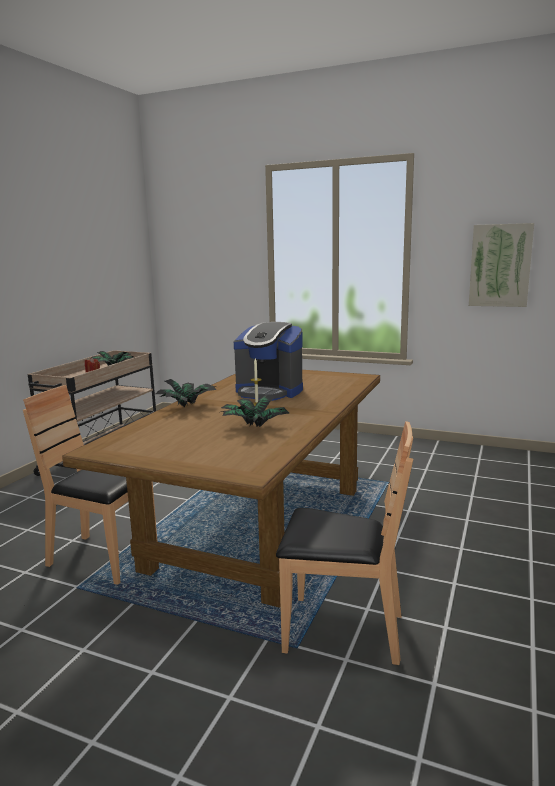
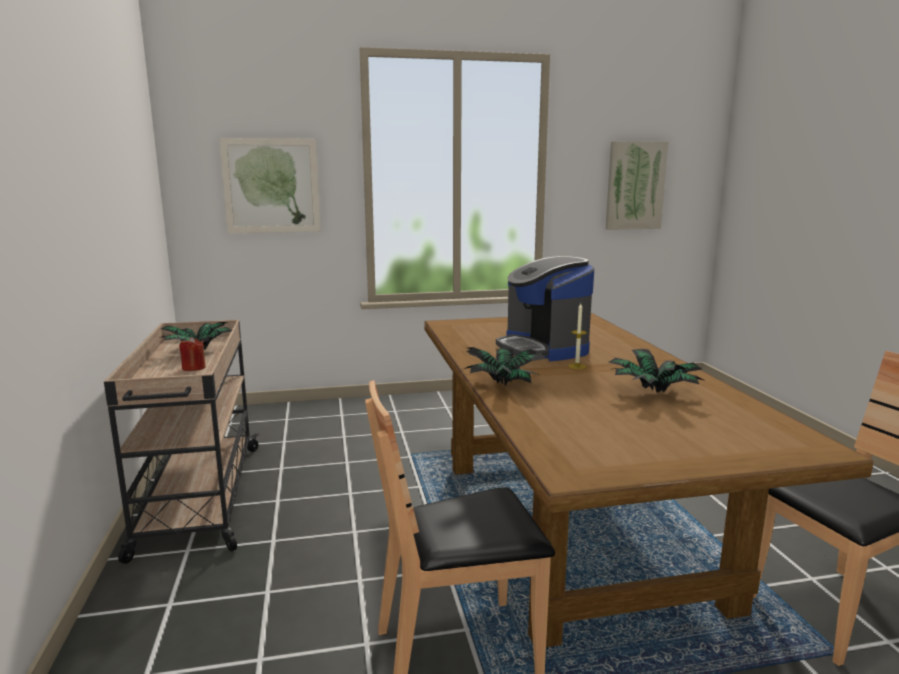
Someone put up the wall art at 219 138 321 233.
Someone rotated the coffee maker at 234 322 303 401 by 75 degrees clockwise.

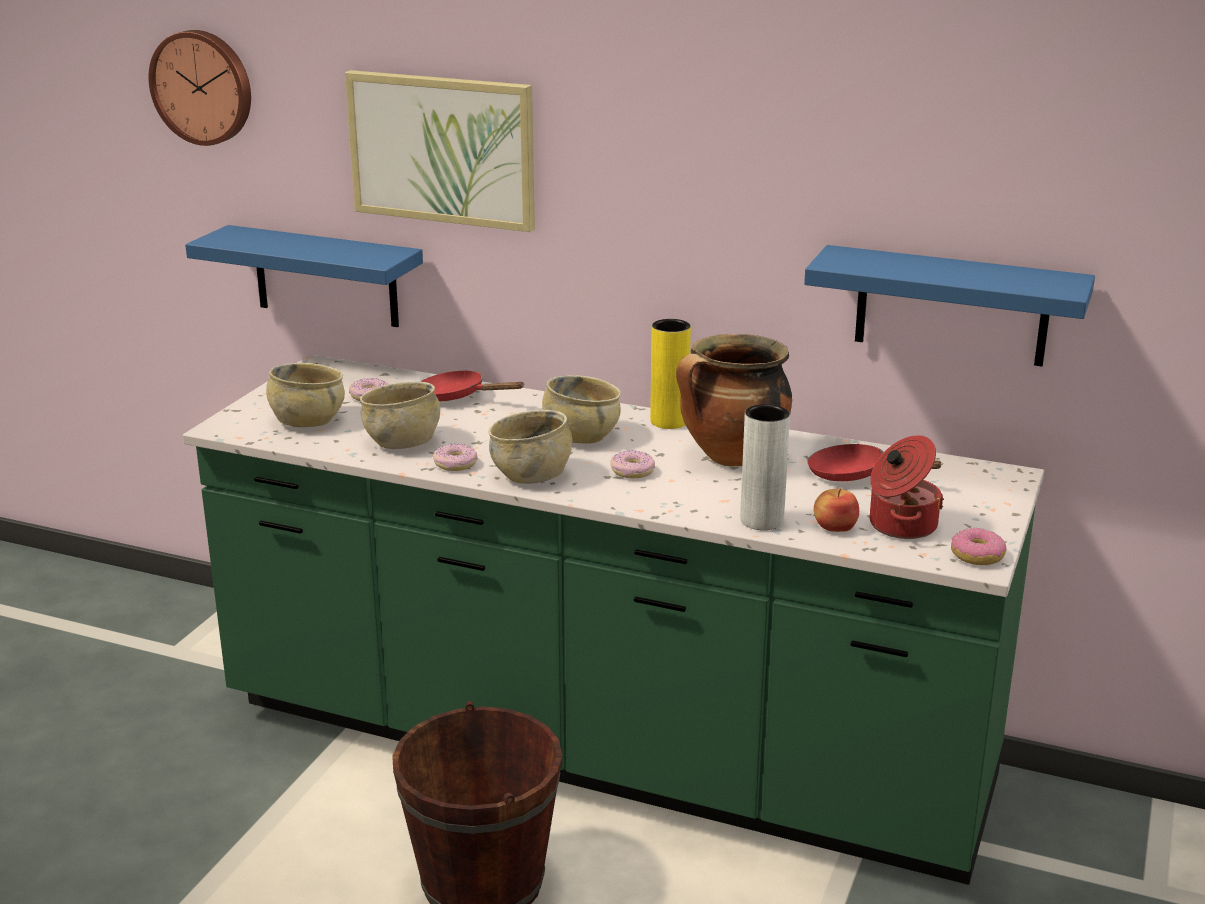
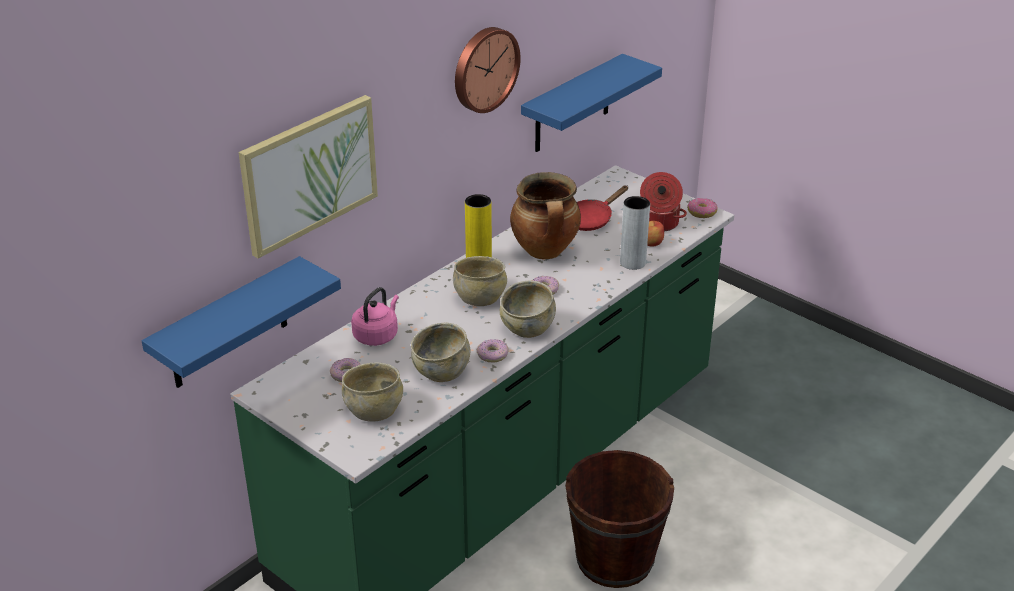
Someone swapped the skillet (red-coloured) at 420 370 525 402 for the tea kettle (pink-coloured) at 351 287 399 346.
Someone carried the wall clock from 149 30 251 146 to 455 27 521 113.

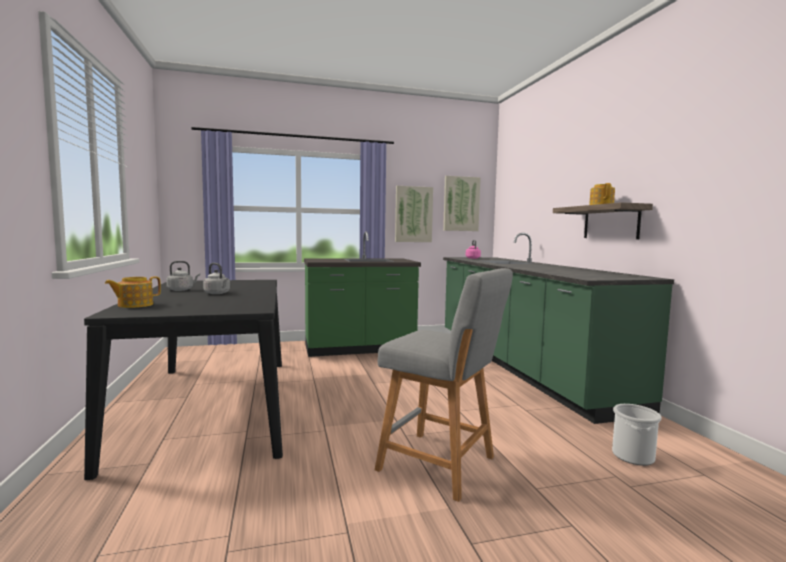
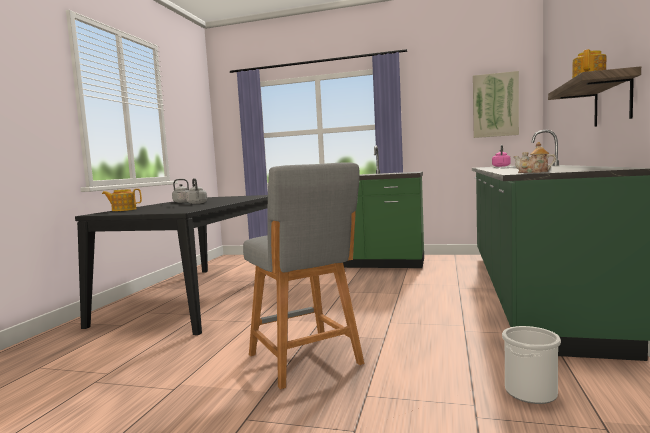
Someone put down the tea pot at 513 142 556 173.
Someone took away the wall art at 395 186 433 242.

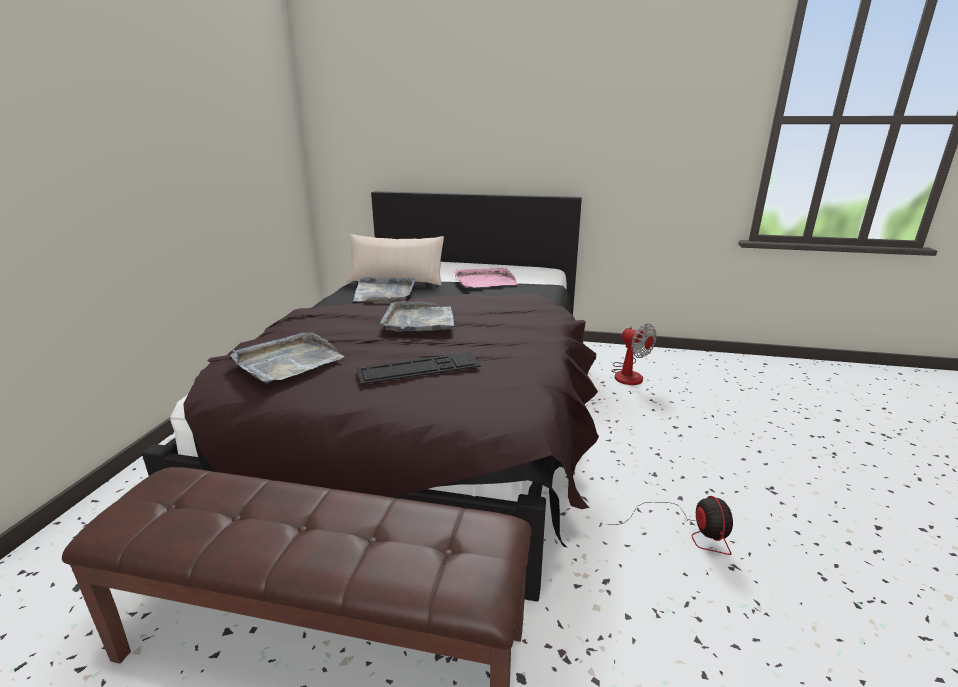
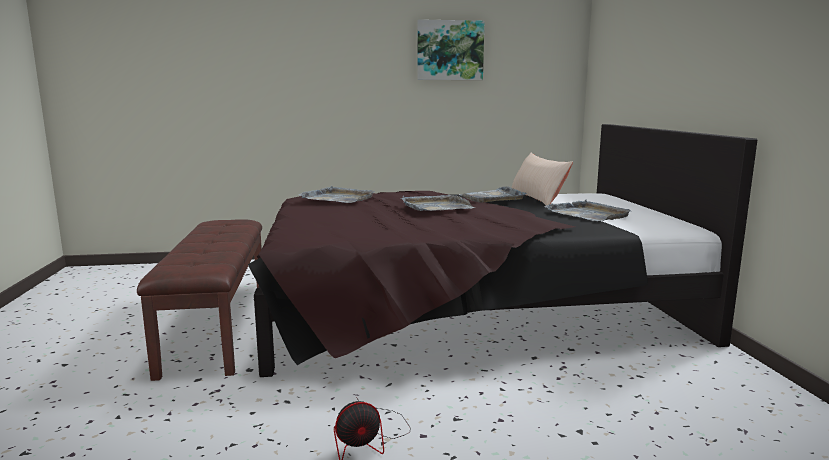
Someone put up the wall art at 417 19 484 80.
Someone repainted the serving tray (pink-coloured) at 454 268 518 288, which became the serving tray (gray) at 544 200 630 221.
Someone took away the computer keyboard at 357 352 481 384.
Someone took away the electric fan at 611 324 656 385.

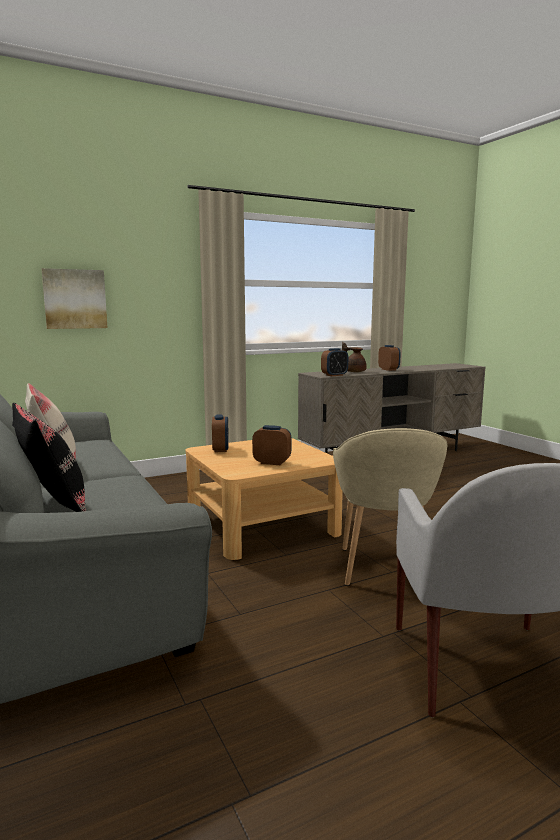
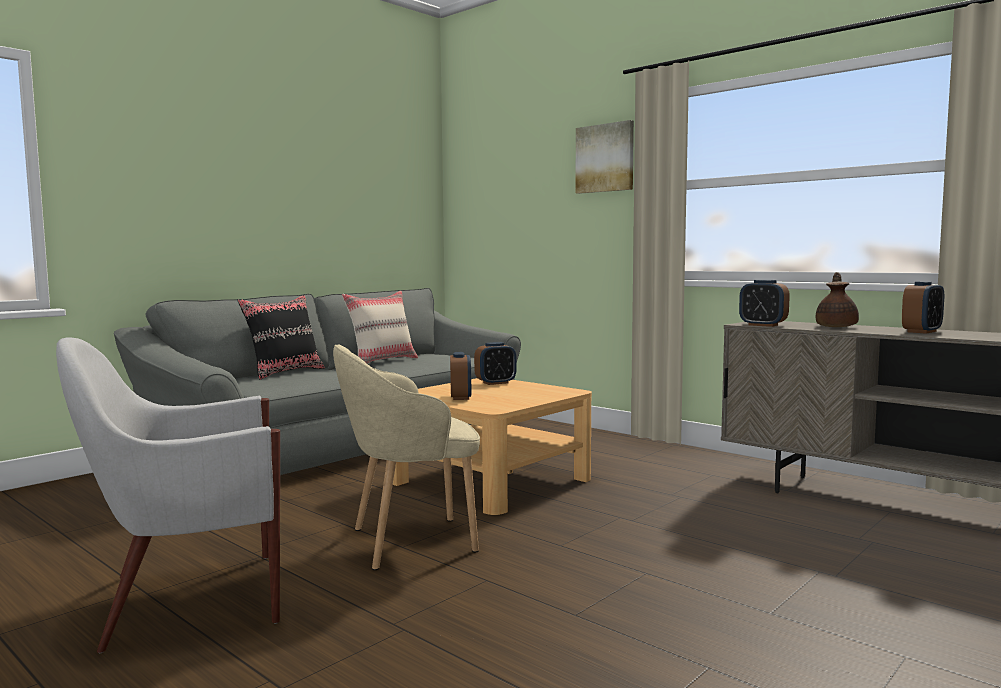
Someone carried the wall art from 42 268 107 329 to 575 120 634 194.

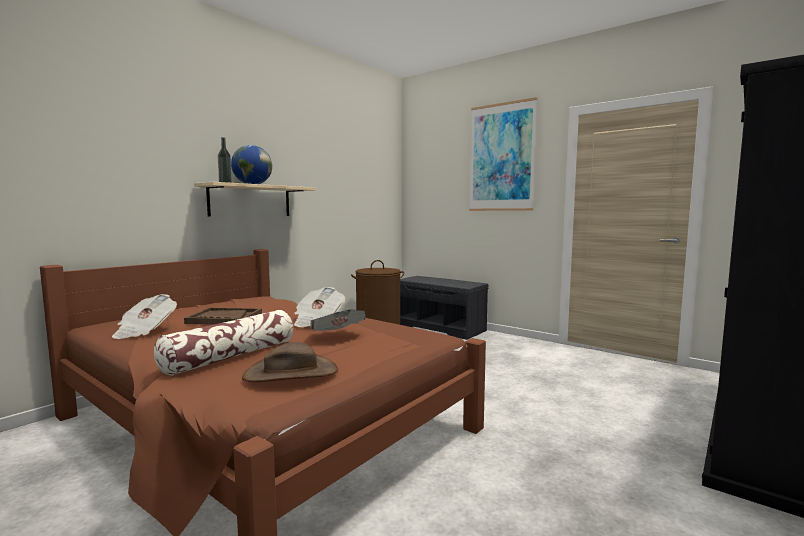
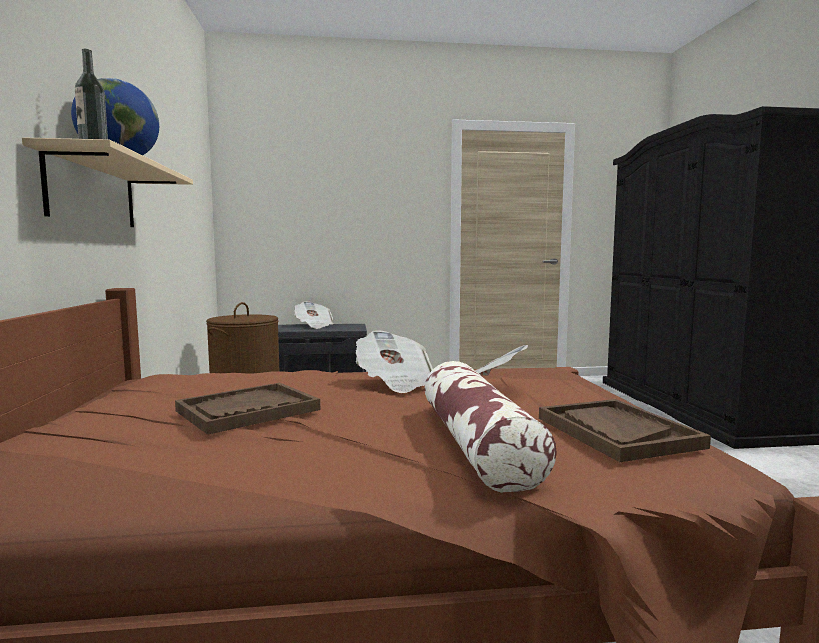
Someone carried the printed paper from 112 294 177 339 to 294 301 334 329.
Someone swapped the hat (brown) at 242 342 338 382 for the serving tray (brown) at 539 399 711 462.
Someone took away the wall art at 469 97 537 211.

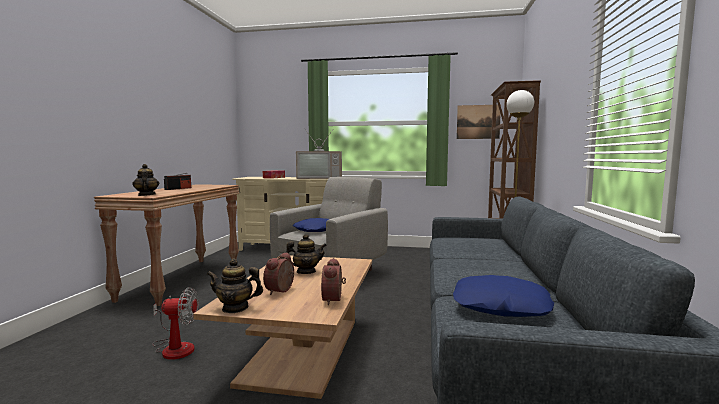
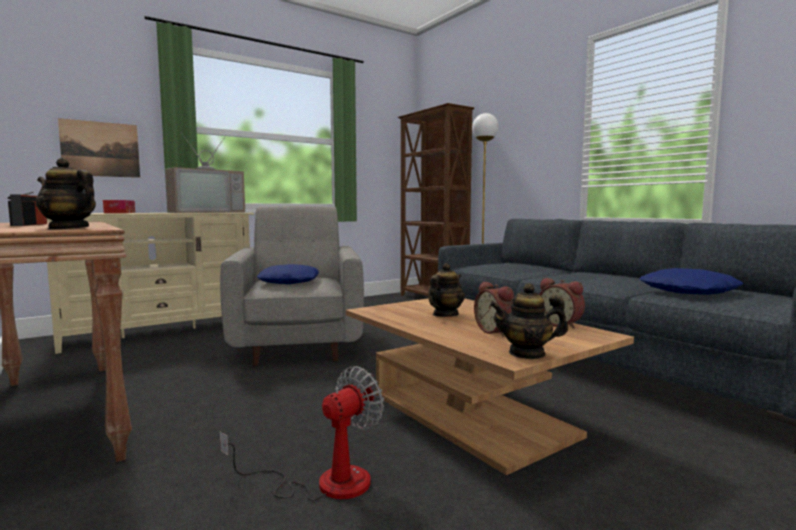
Someone carried the wall art from 457 105 501 139 to 58 118 140 178.
Someone rotated the tea pot at 207 259 263 313 by 45 degrees clockwise.

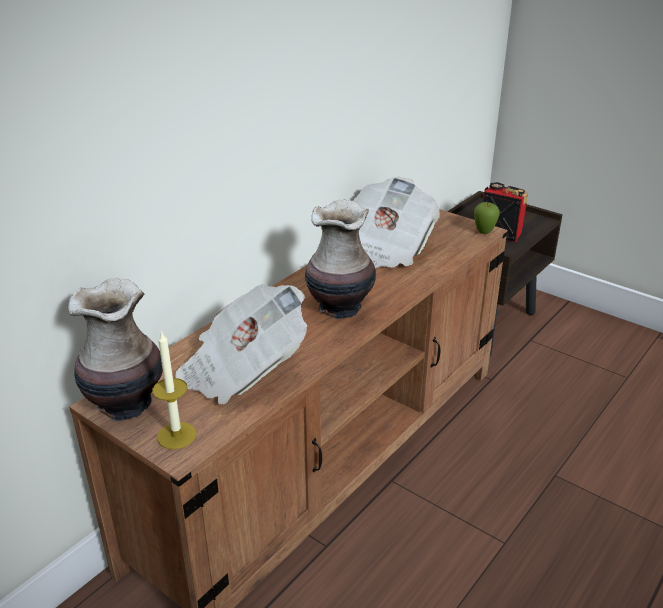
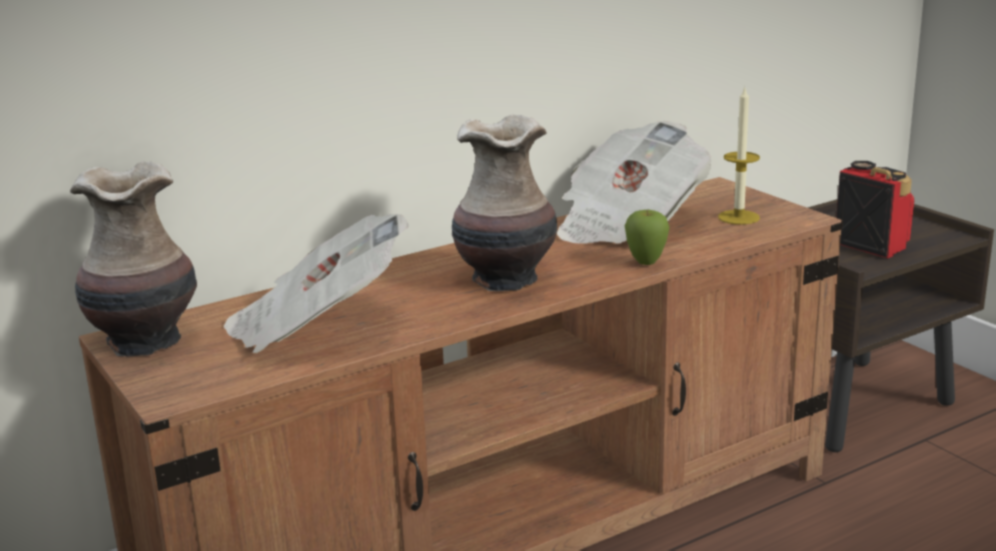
Someone carried the apple fruit from 474 202 500 234 to 625 210 670 265.
Someone carried the candle from 153 330 196 449 to 718 88 760 225.

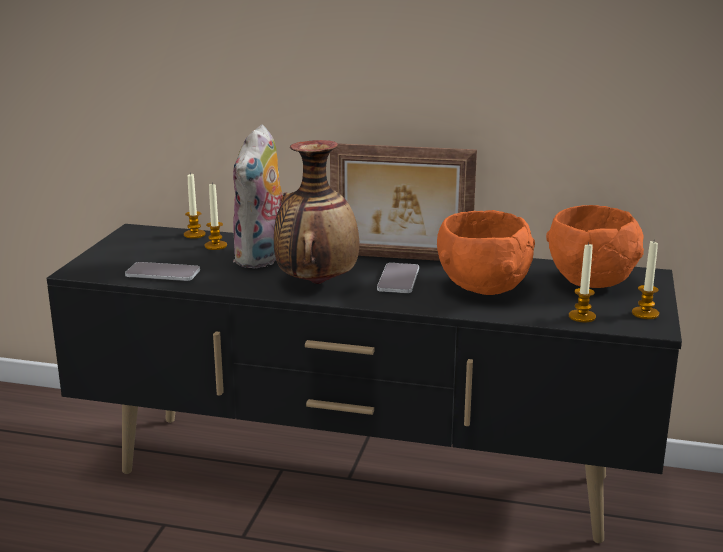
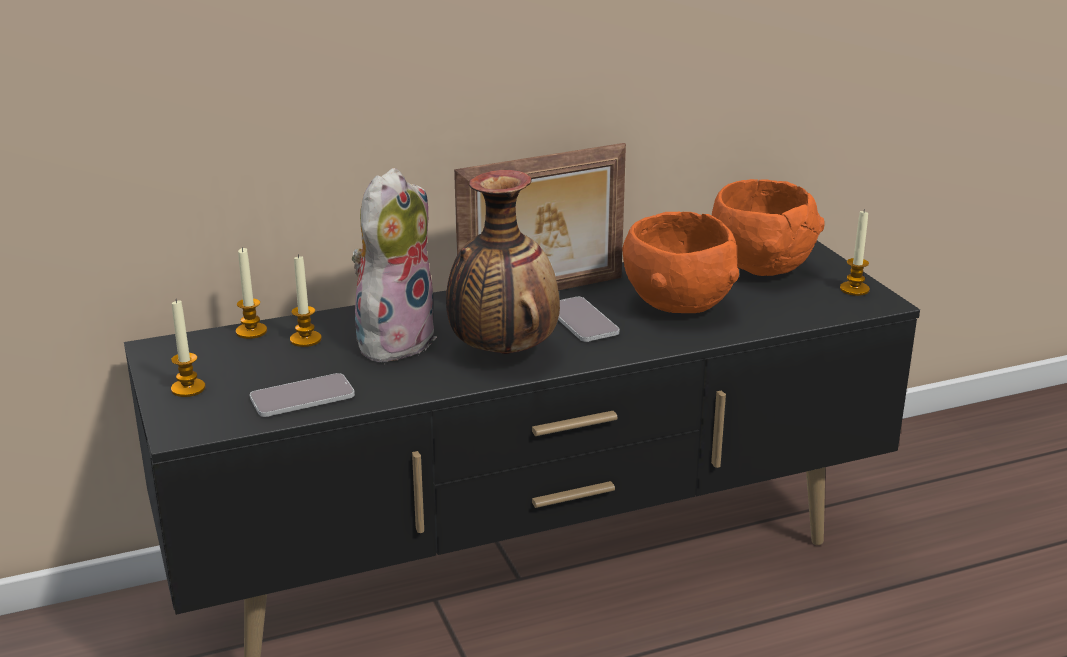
Someone carried the candle from 569 243 596 323 to 171 300 205 397.
Someone rotated the cuddly toy at 233 124 284 269 by 135 degrees counterclockwise.

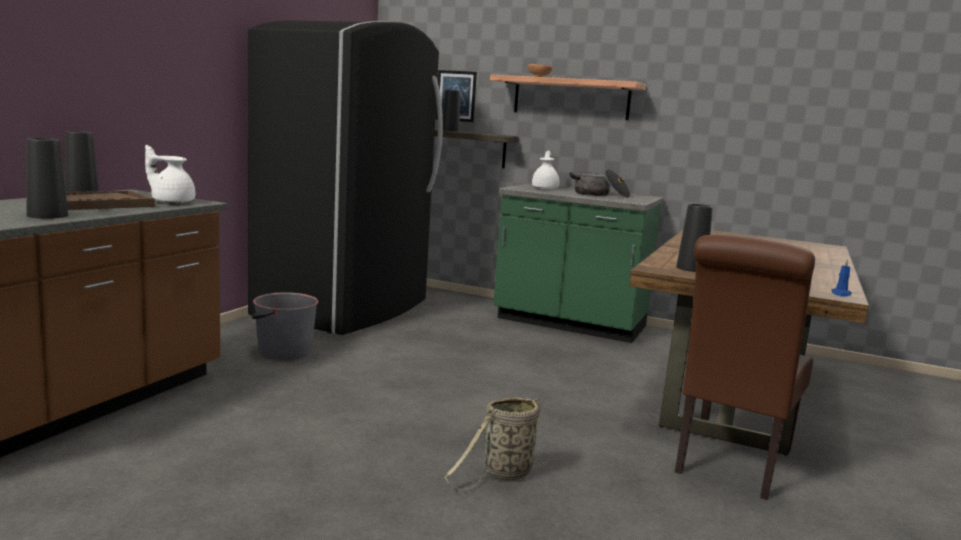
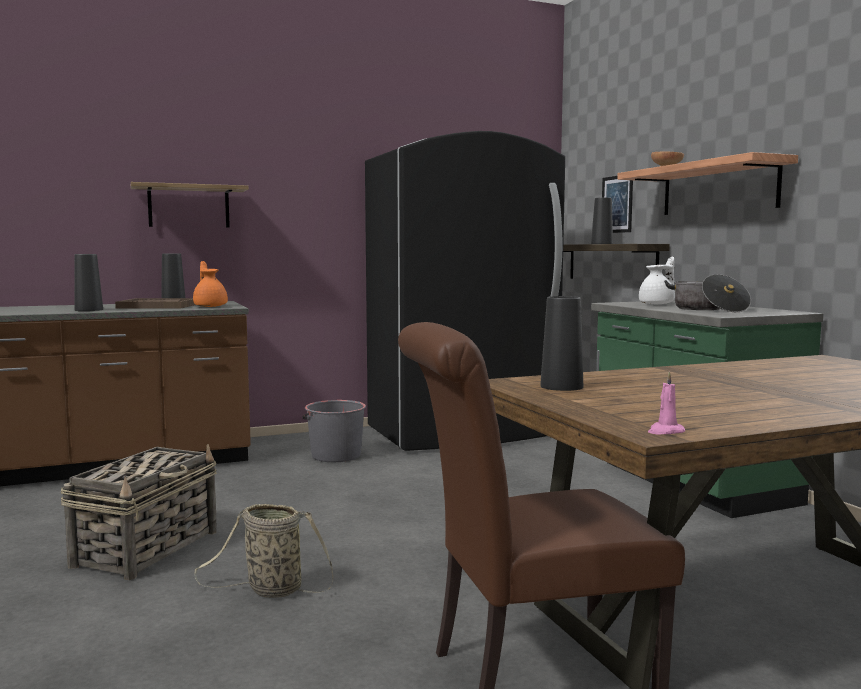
Someone put down the storage basket at 61 444 217 580.
Someone put up the bracket shelf at 131 182 249 228.
Someone repainted the tea pot (whitish) at 145 145 195 203, which became the tea pot (orangey) at 193 261 228 307.
Someone repainted the candle (bluish) at 832 258 852 297, which became the candle (pink-coloured) at 648 371 685 434.

